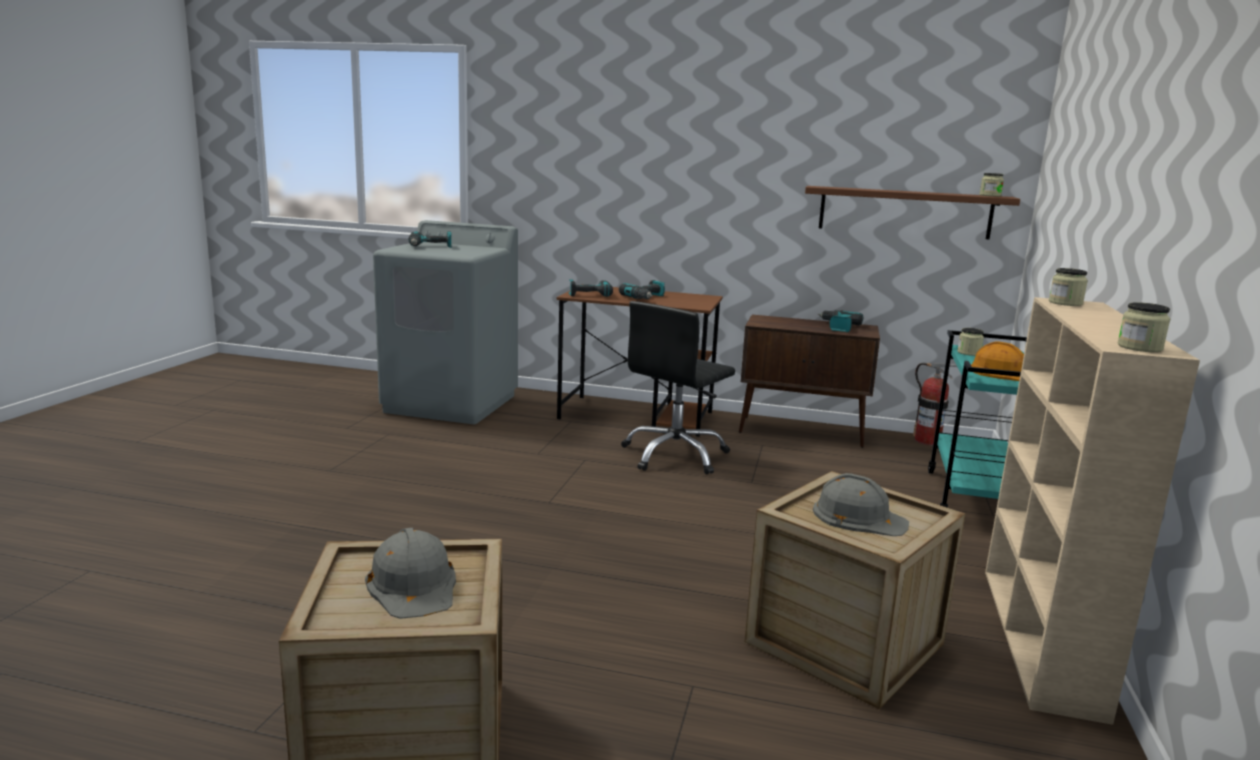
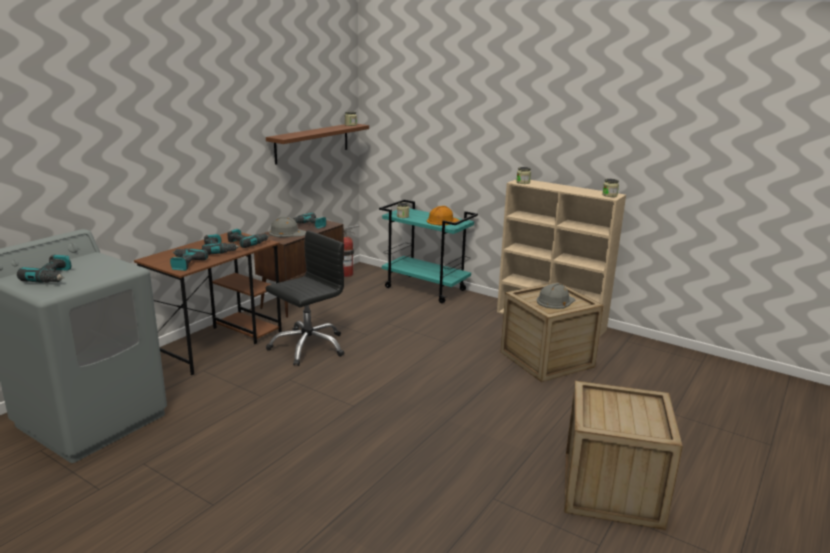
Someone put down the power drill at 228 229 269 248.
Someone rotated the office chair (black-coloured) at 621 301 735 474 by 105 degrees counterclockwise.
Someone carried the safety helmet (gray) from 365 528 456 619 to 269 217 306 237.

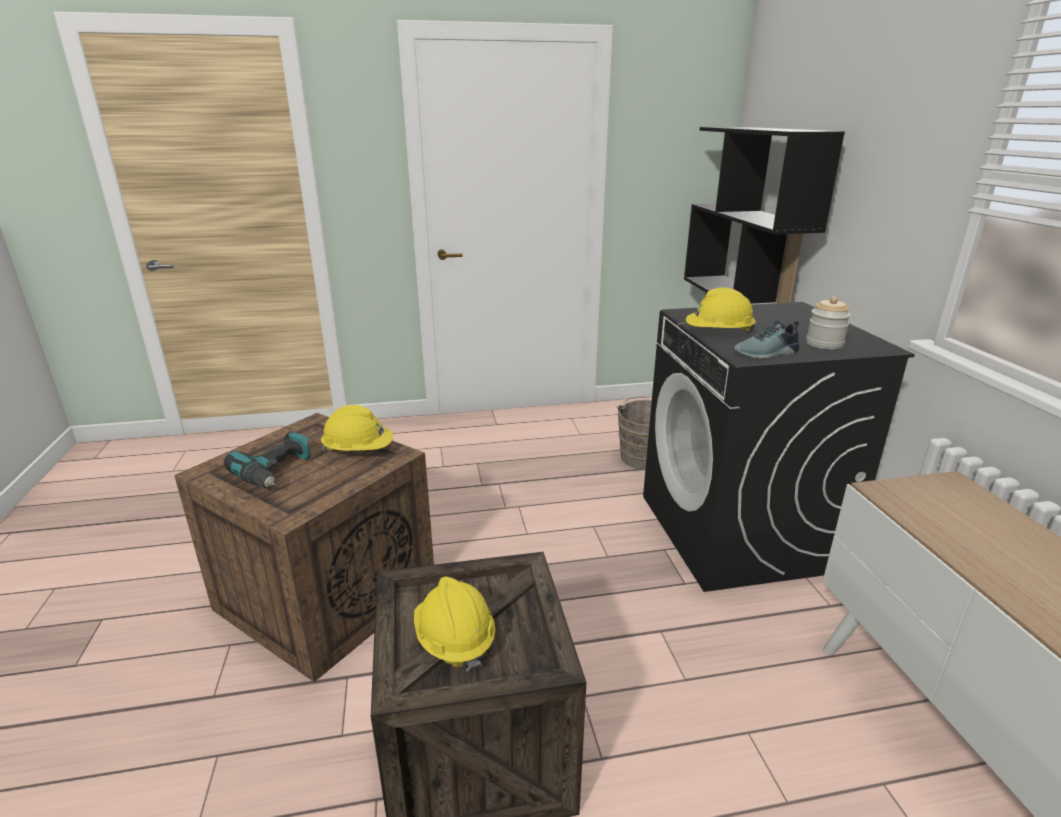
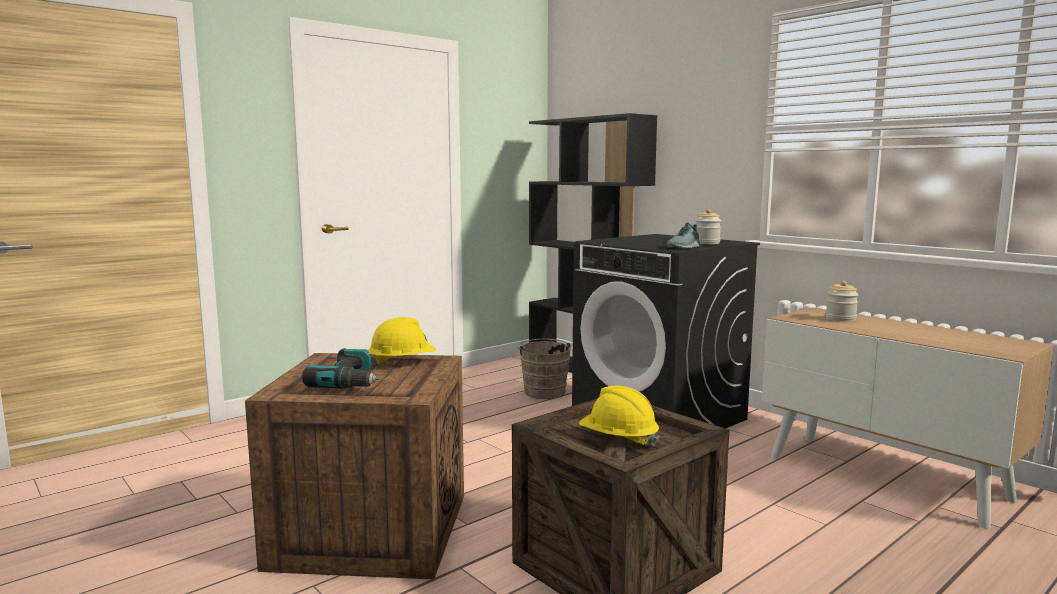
Someone put down the preserve jar at 825 281 859 322.
Someone took away the safety helmet (yellow-coloured) at 686 287 756 334.

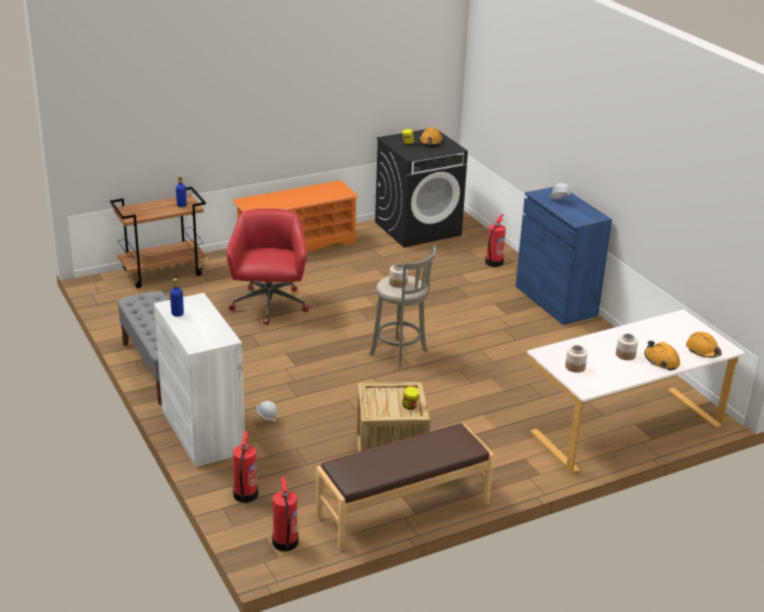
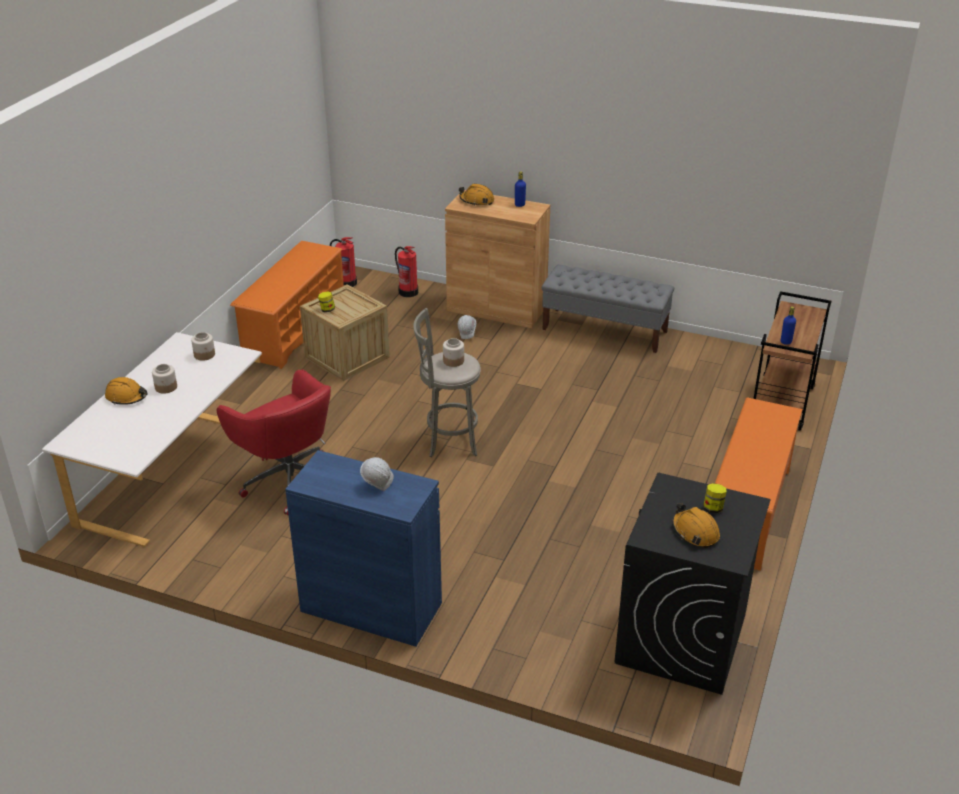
Someone carried the office chair (red-coloured) from 227 209 309 325 to 217 369 331 516.
Someone swapped the indoor bench (brown) at 316 423 494 551 for the shoe shelf (orangey) at 230 241 344 369.
Someone repainted the cupboard (whitish) at 154 293 245 467, which became the cupboard (brown) at 445 190 550 328.
Someone carried the safety helmet (orangey) from 686 332 722 358 to 459 184 494 206.
Someone took away the fire-fighting cylinder at 485 214 506 267.

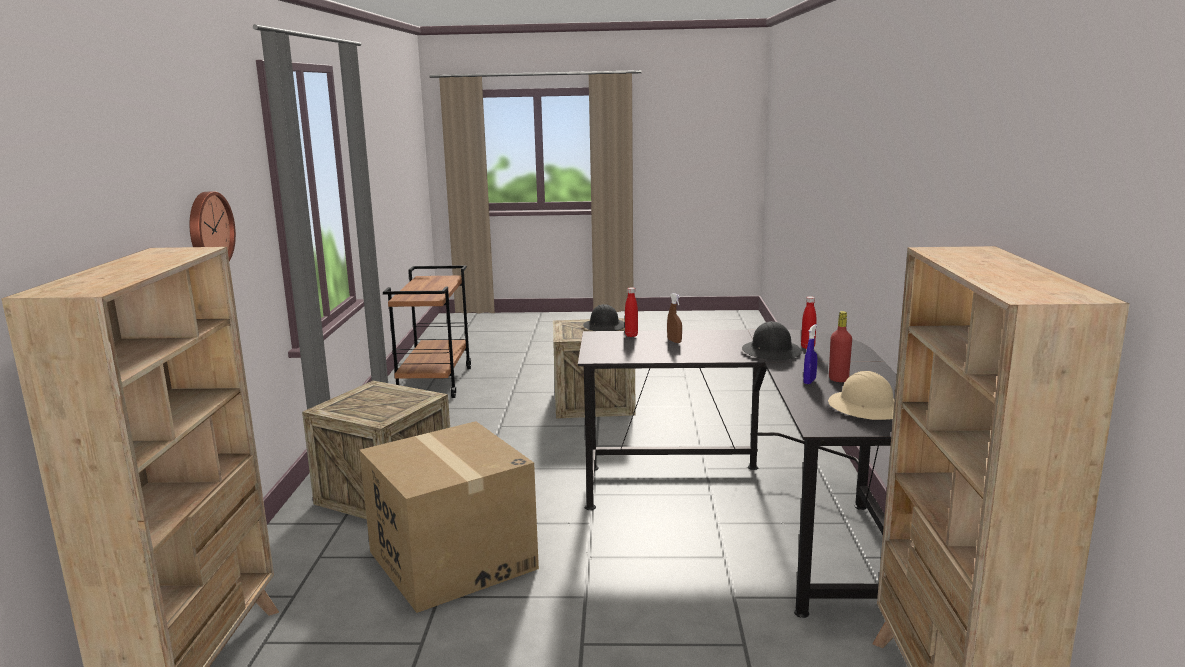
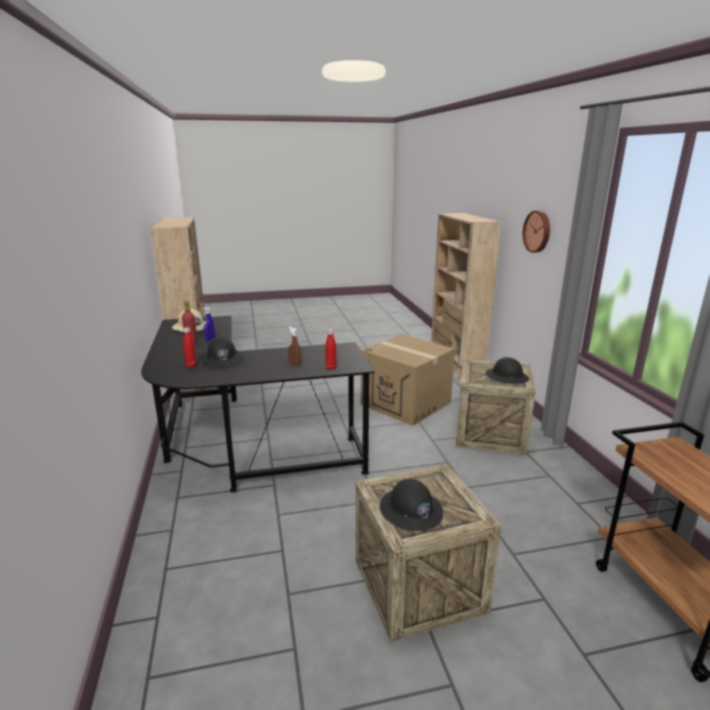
Someone put down the safety helmet (black-coloured) at 486 357 529 384.

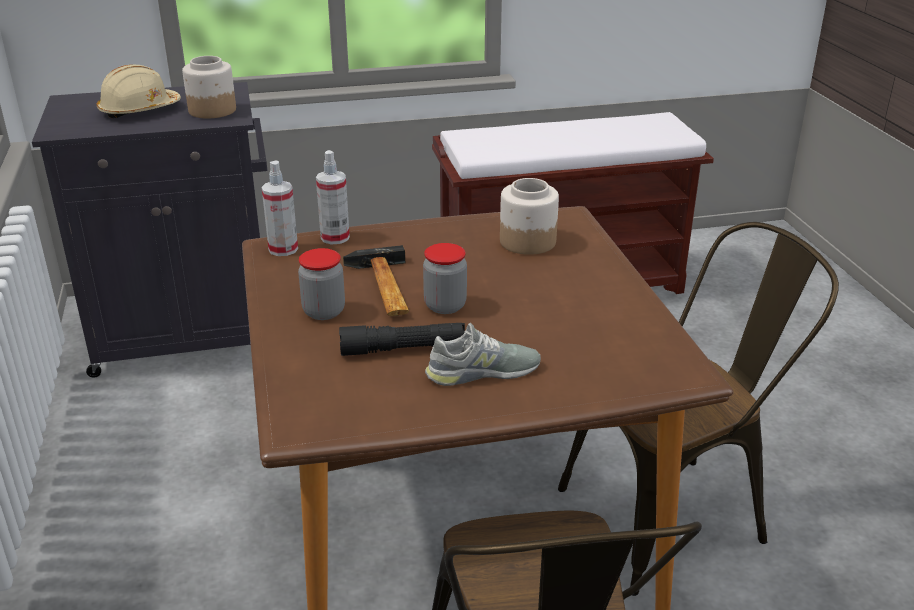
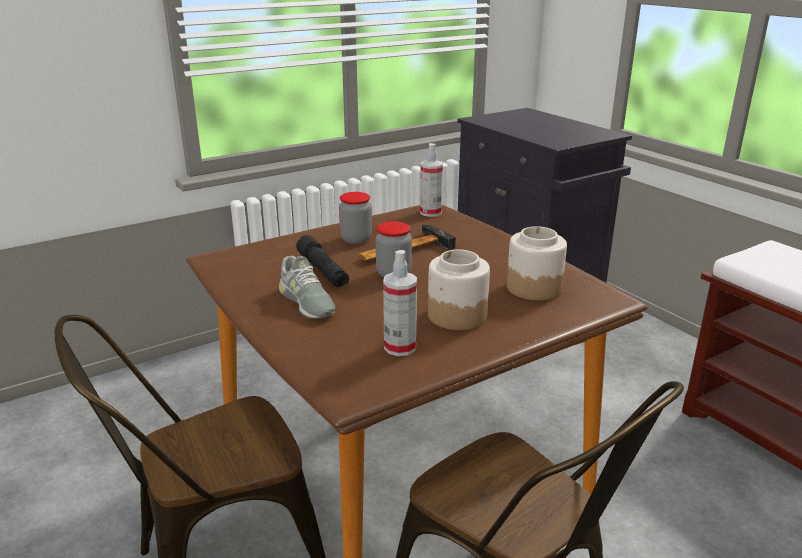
Someone carried the sprayer from 316 150 350 245 to 383 250 417 356.
Someone carried the preserve jar from 182 56 236 119 to 428 250 490 330.
Someone took away the safety helmet (beige-coloured) at 97 64 181 118.

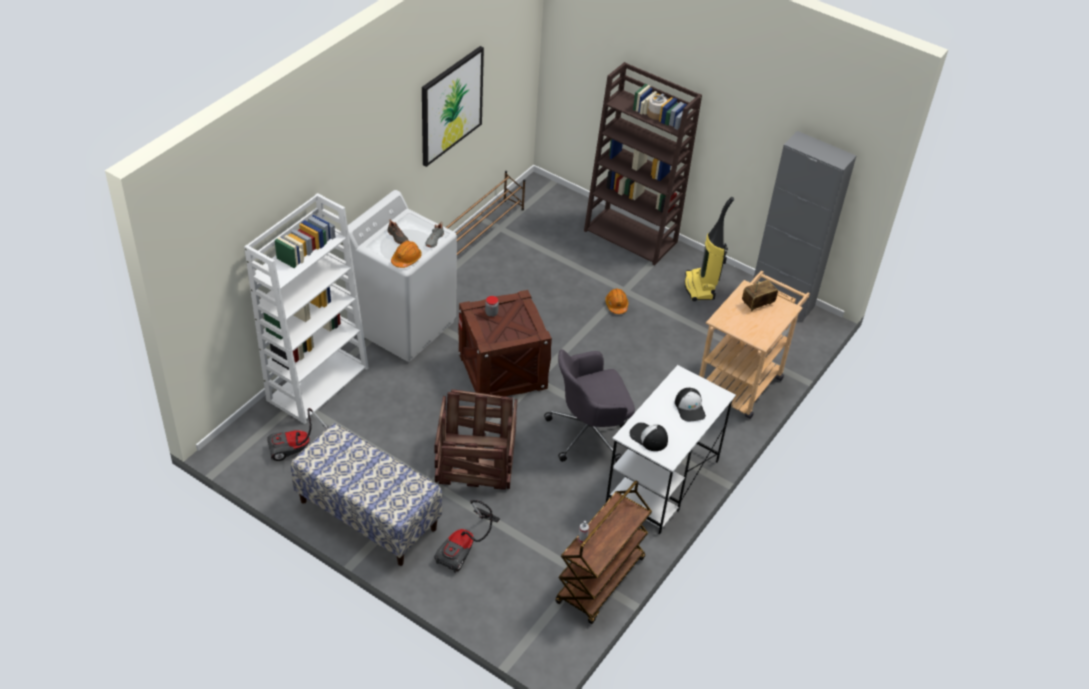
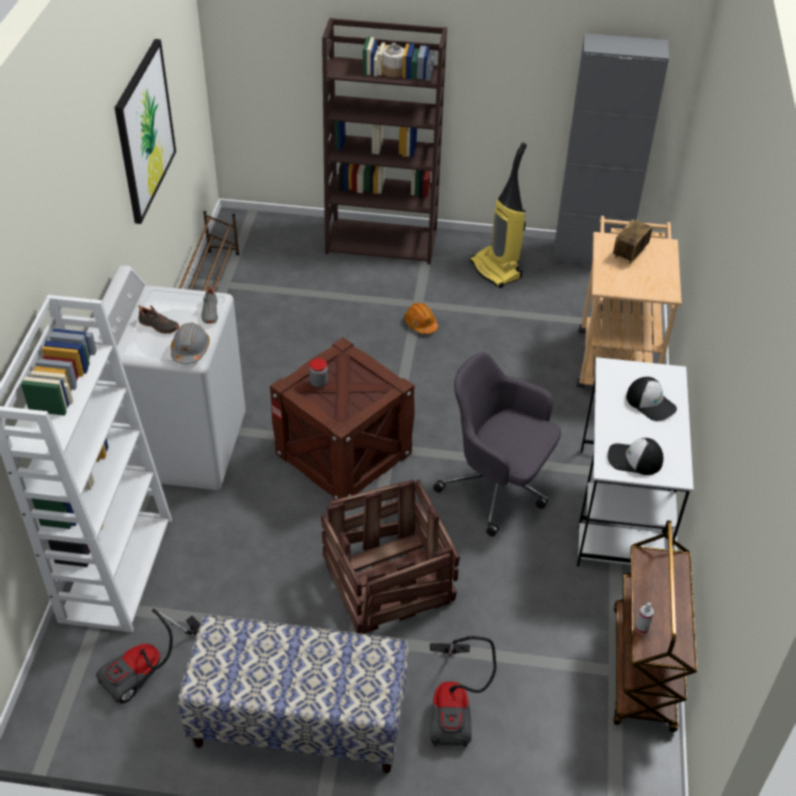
Someone repainted the safety helmet (orangey) at 391 241 422 268, which became the safety helmet (gray) at 171 322 210 364.
Someone rotated the office chair (gray) at 544 349 635 462 by 75 degrees clockwise.

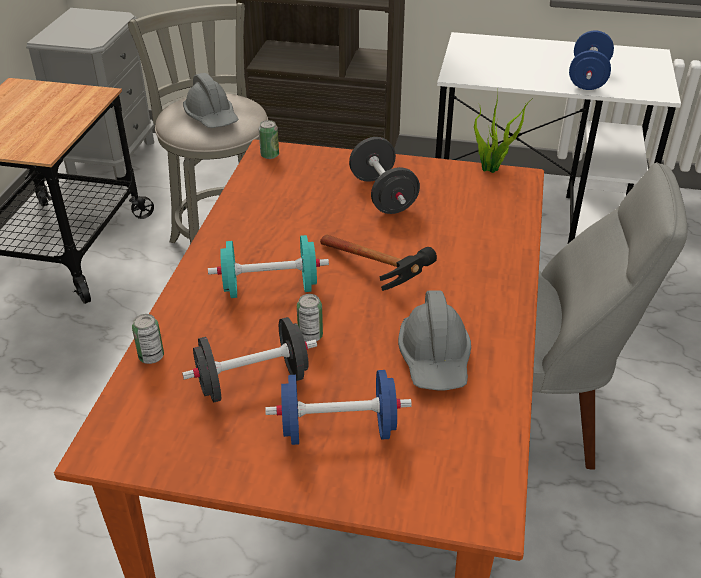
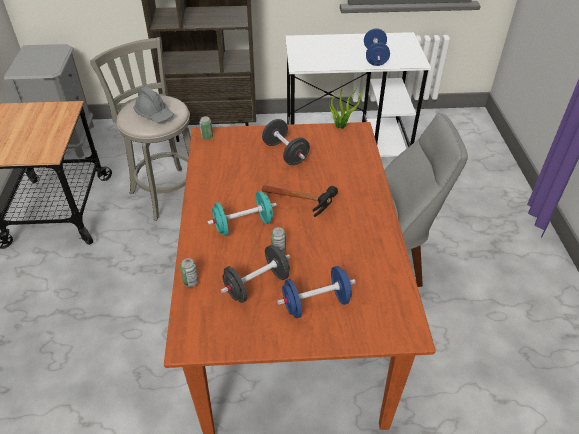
Someone took away the safety helmet (gray) at 398 290 471 391.

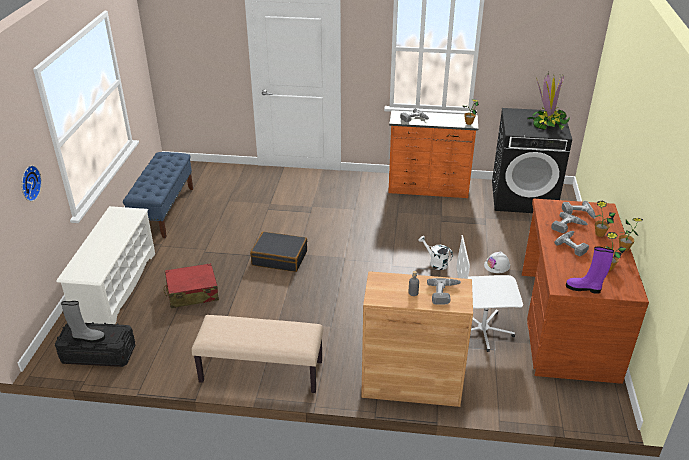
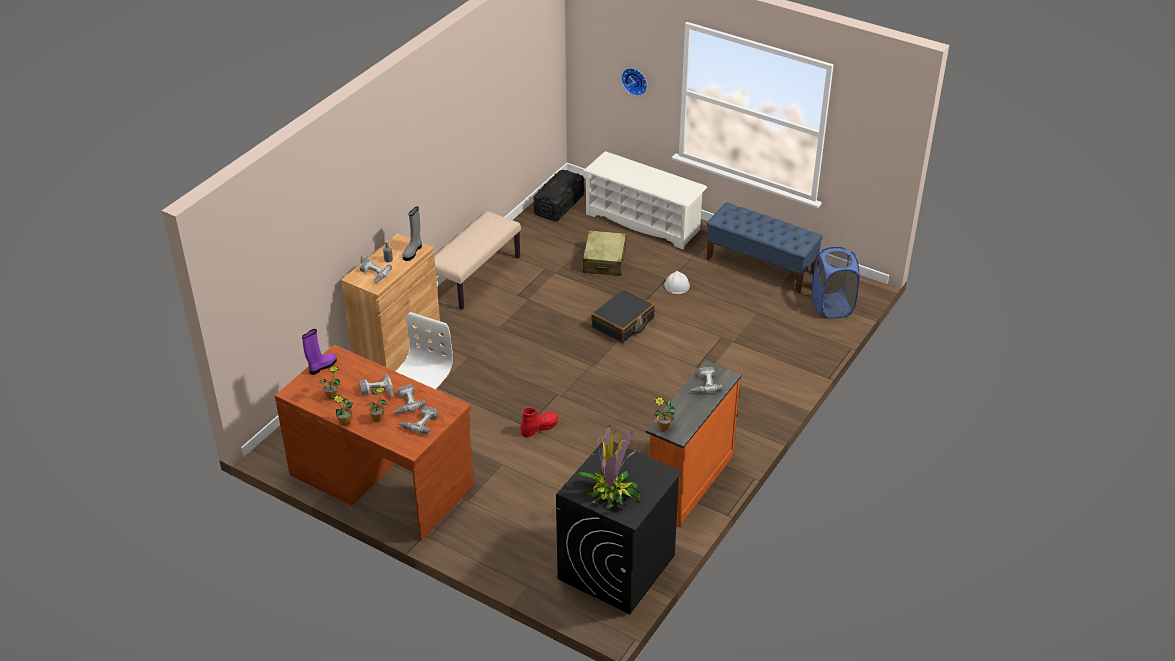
Someone carried the high-top boot (gray) from 61 301 105 343 to 403 206 422 261.
Someone swapped the sprinkling can (whitish) at 418 236 453 270 for the high-top boot (red-coloured) at 521 407 558 438.
Someone repainted the suitcase (red-coloured) at 164 263 219 308, which became the suitcase (beige-coloured) at 583 230 626 276.
Someone carried the safety helmet (whitish) from 484 251 510 273 to 664 271 690 294.
Someone put down the washing basket (bluish) at 812 247 860 319.

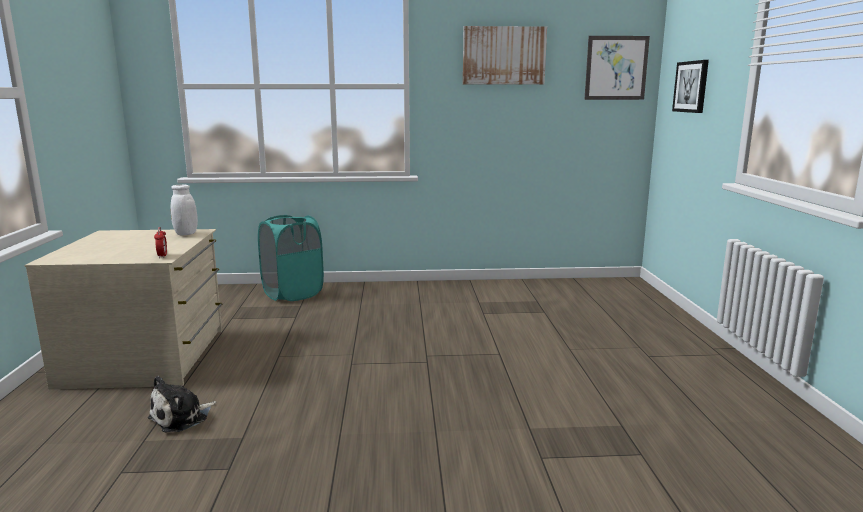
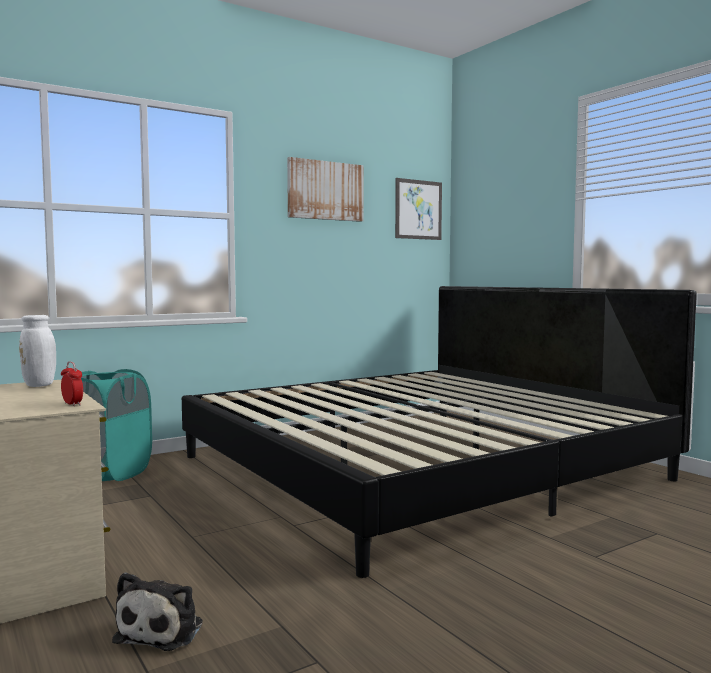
Someone put down the bed at 182 286 697 578.
Someone took away the wall art at 672 60 709 113.

